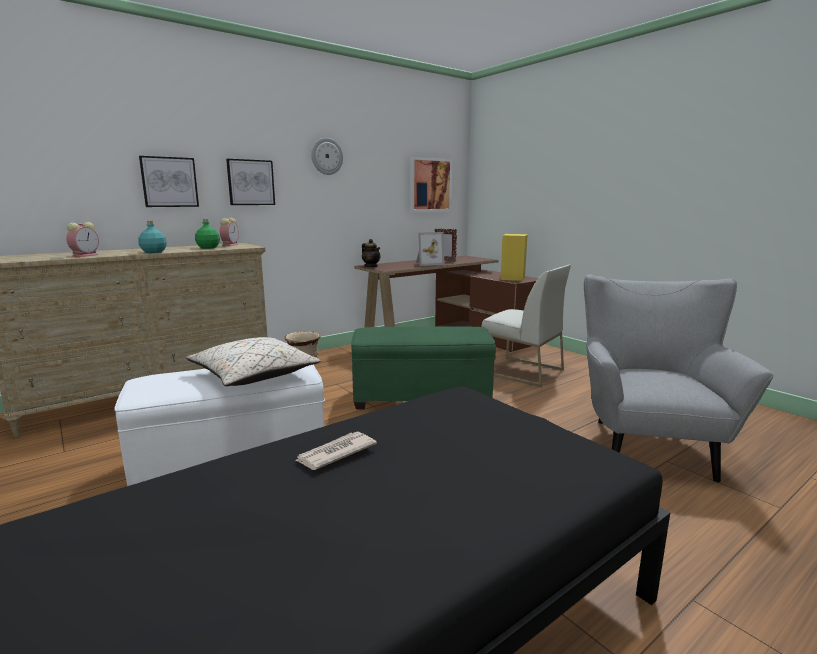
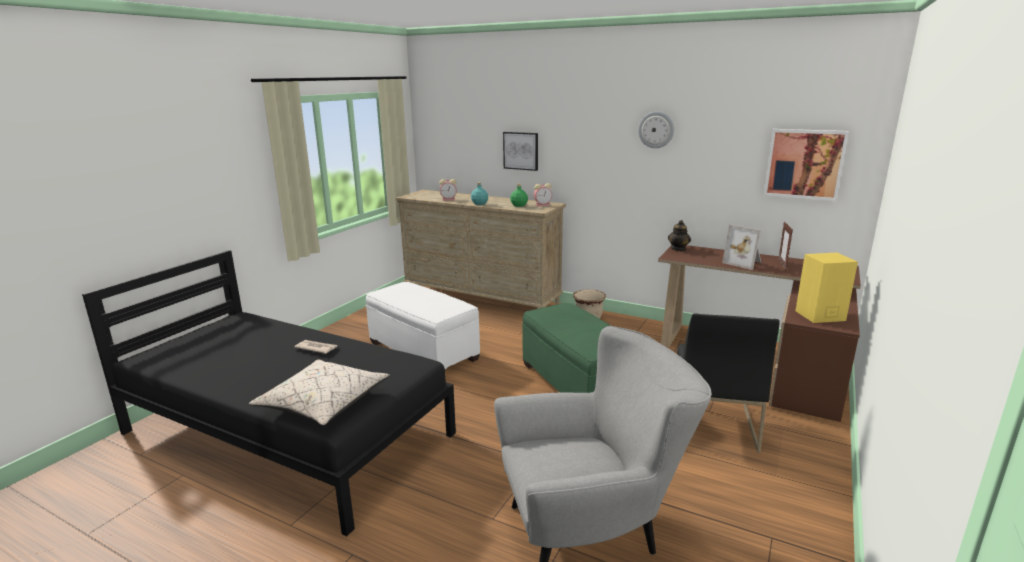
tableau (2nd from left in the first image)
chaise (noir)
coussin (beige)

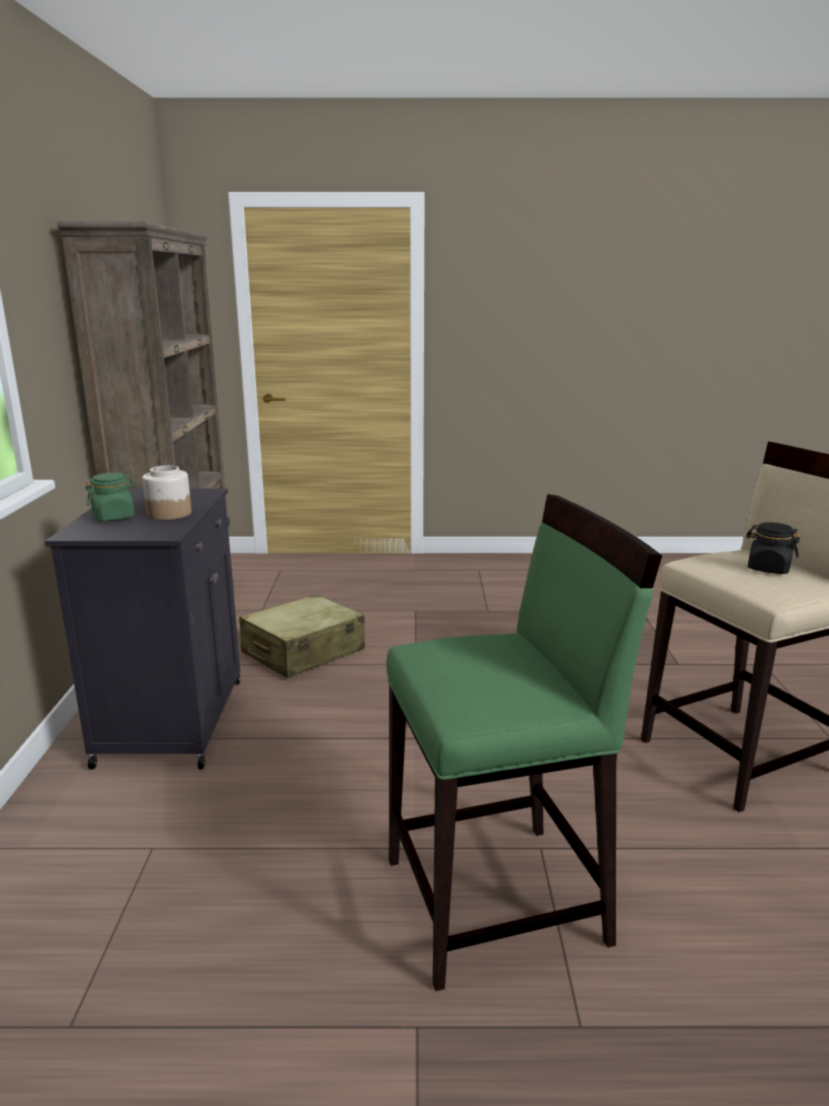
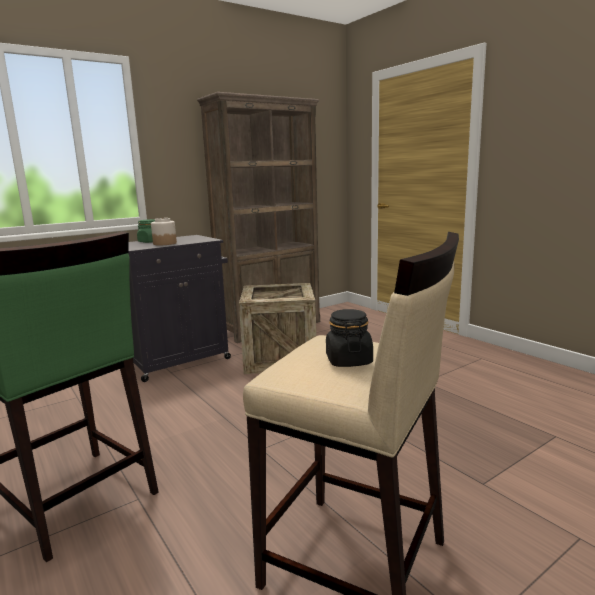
caisse

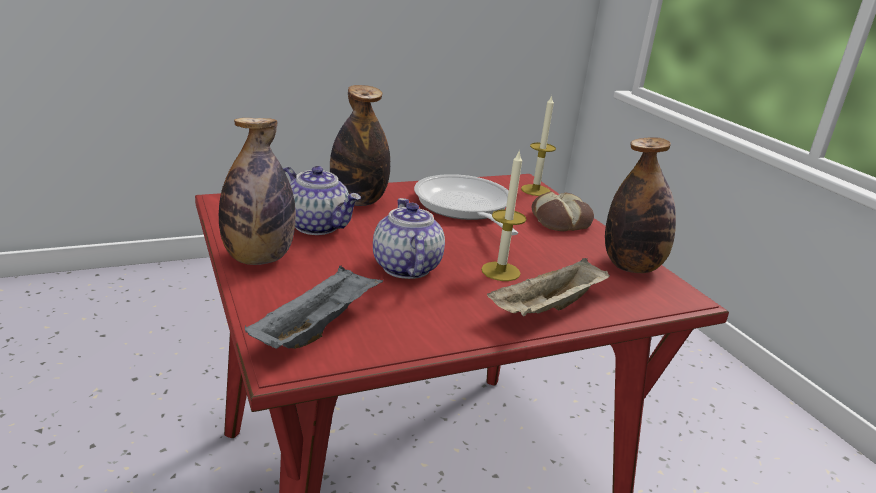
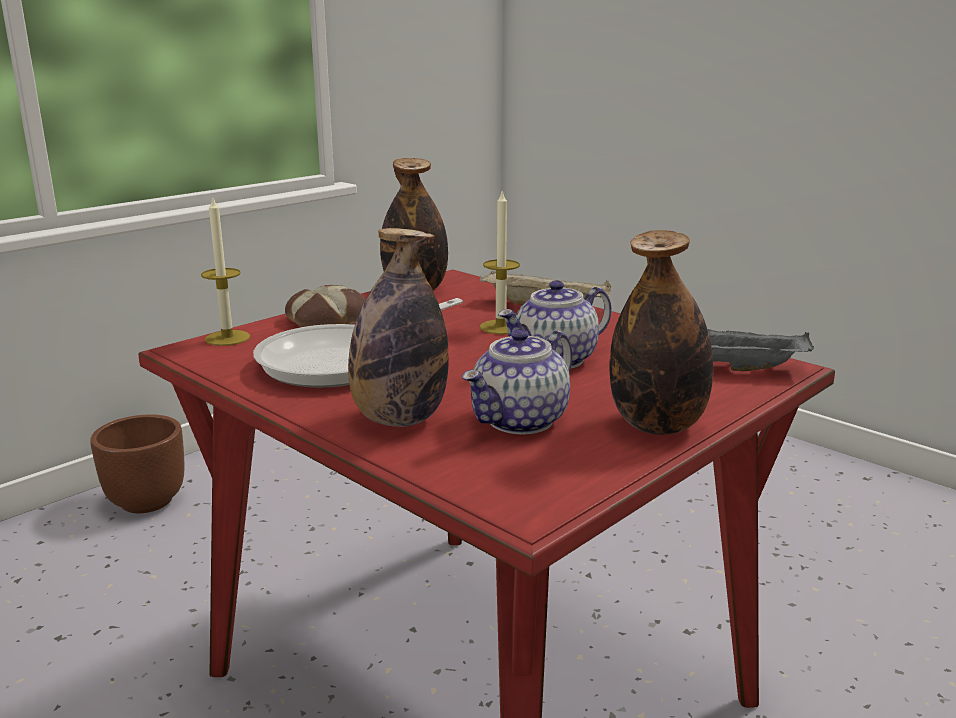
théière (1st from left)
cache-pot (marron)

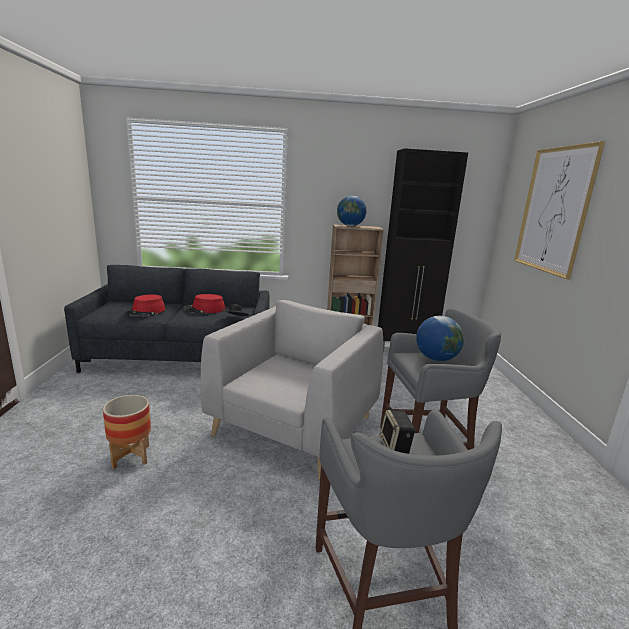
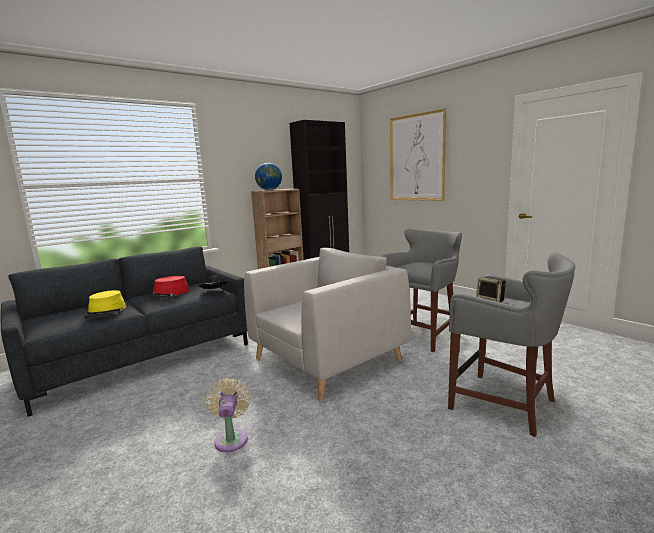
chapeau (jaune)
fauteuil (gris)
globe (2nd from left in the first image)
ventilateur (beige)

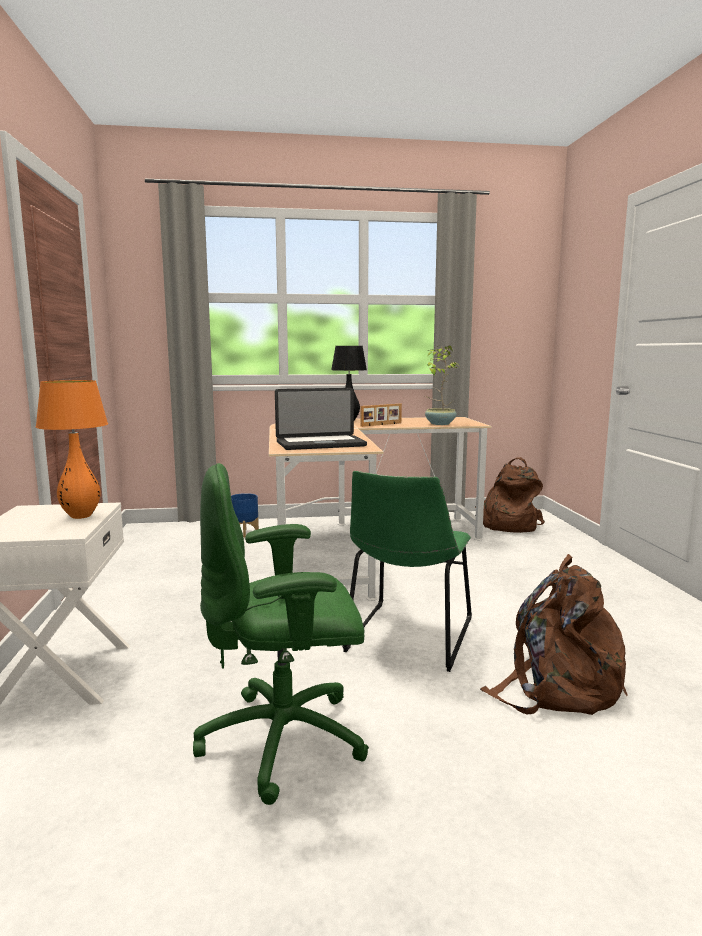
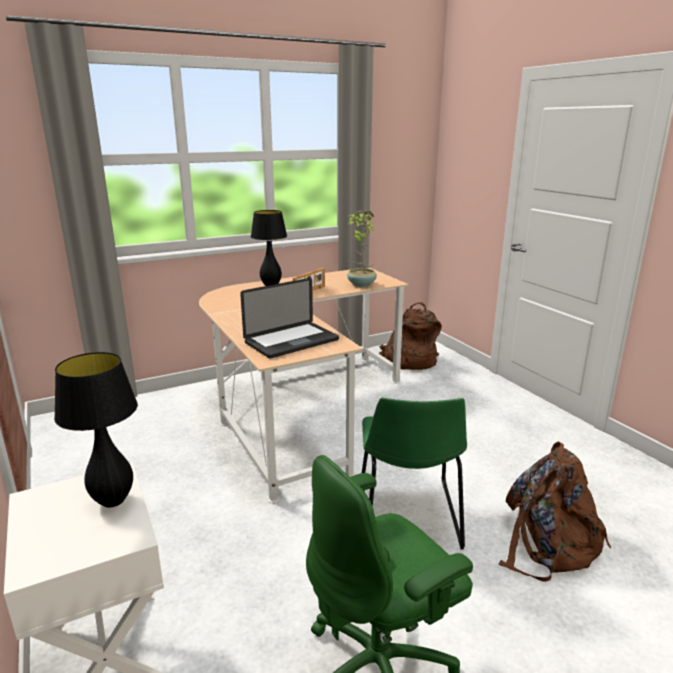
lampe de table (noir) (1st from left)
cache-pot (bleu)

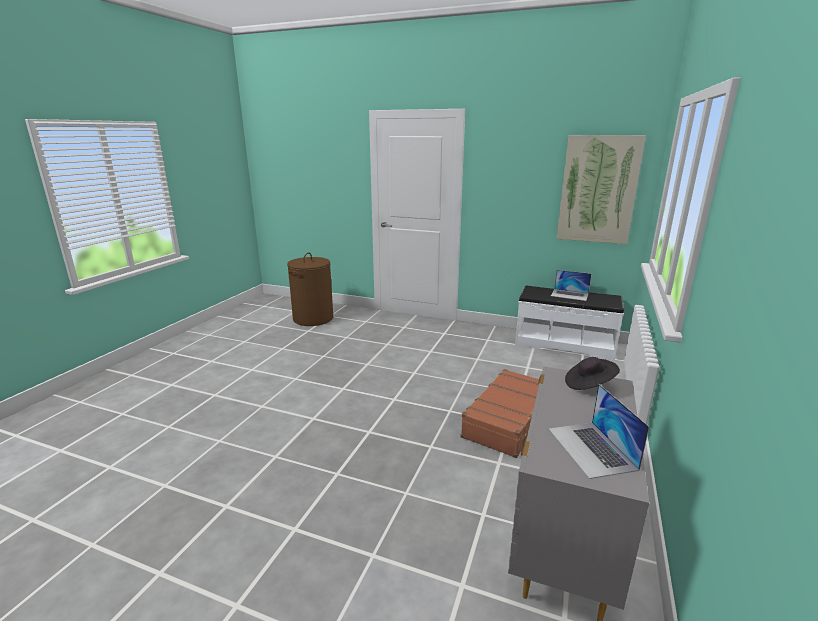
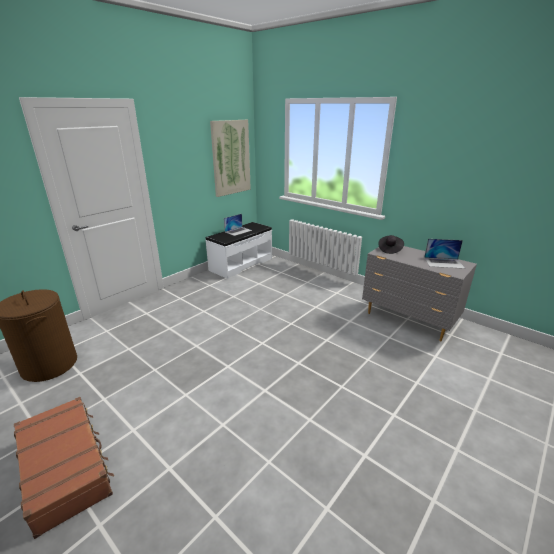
valise (marron)

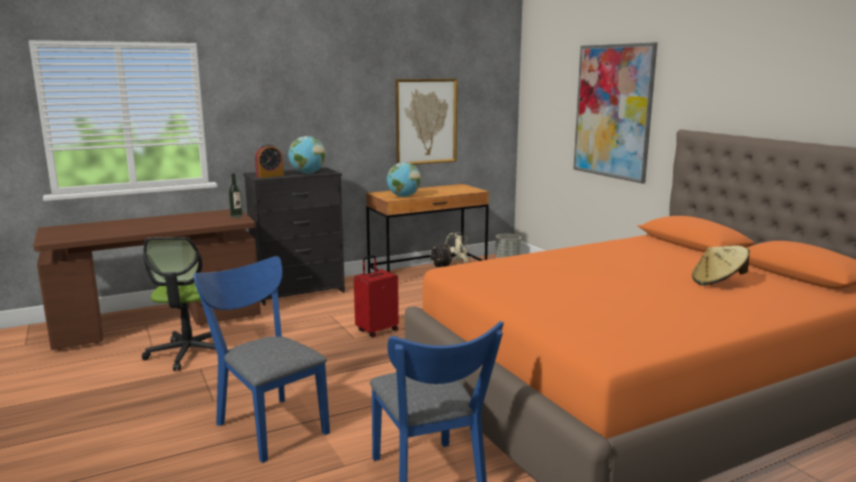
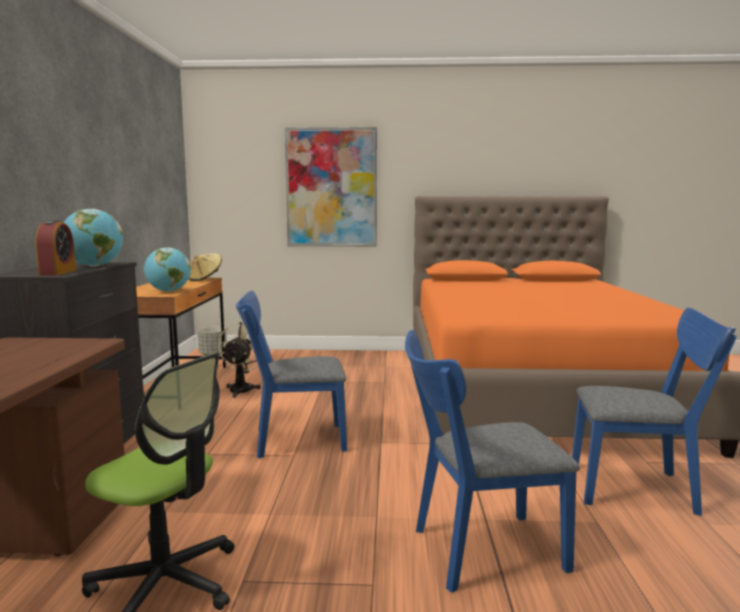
tableau (1st from left in the first image)
bouteille
chapeau (beige)
chaise (bleu) (1st from left)

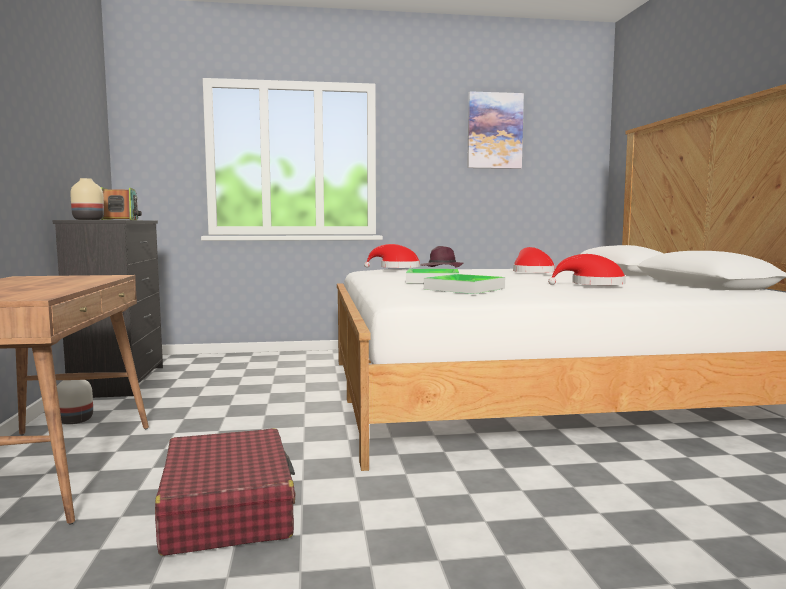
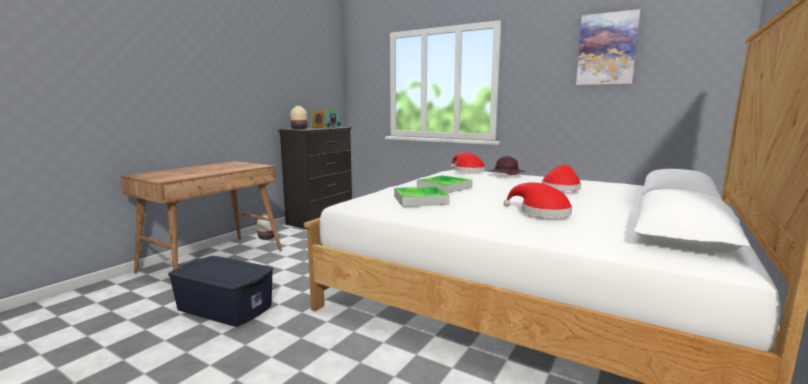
boîte de rangement (bleu)

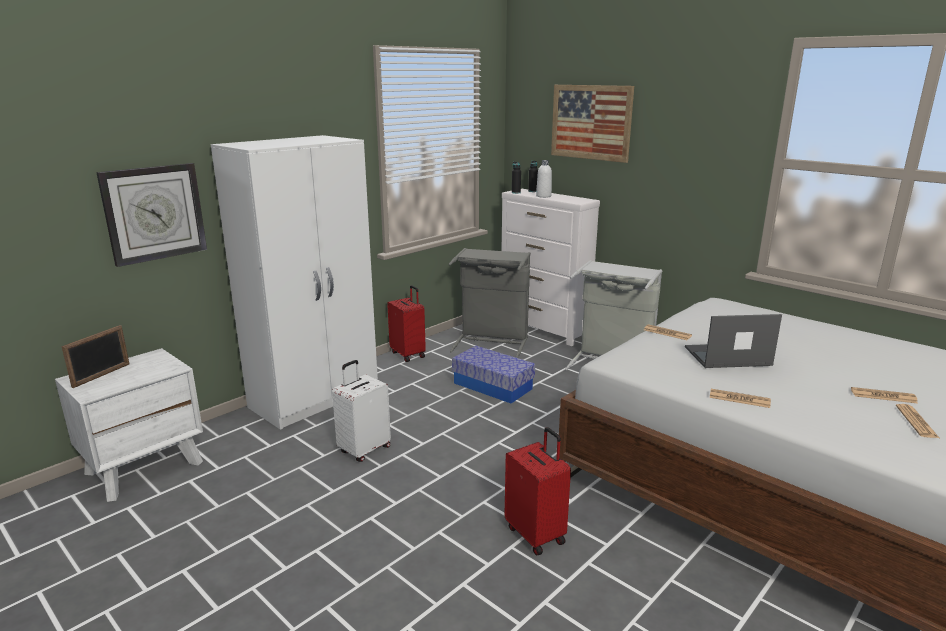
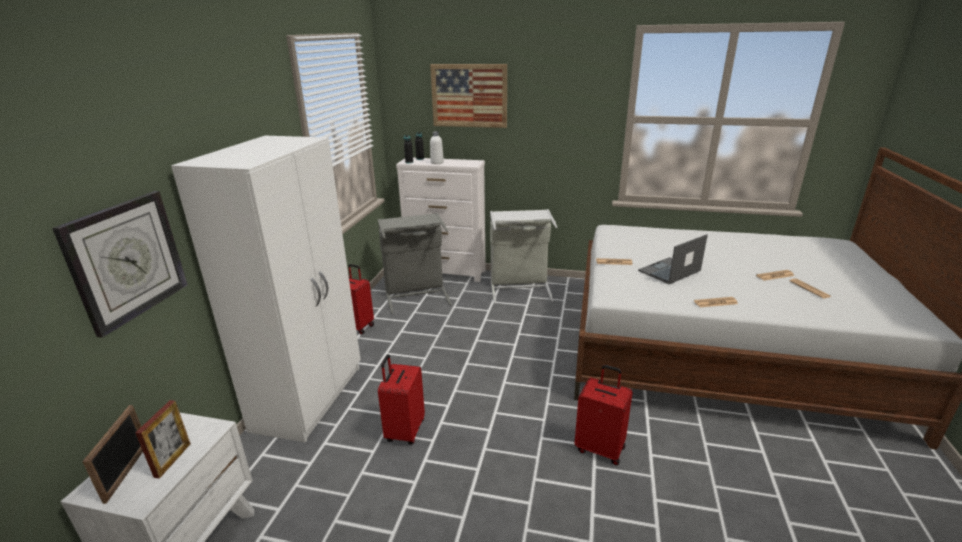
boîte de rangement
valise (rouge) (2nd from left)
cadre photo (2nd from left)

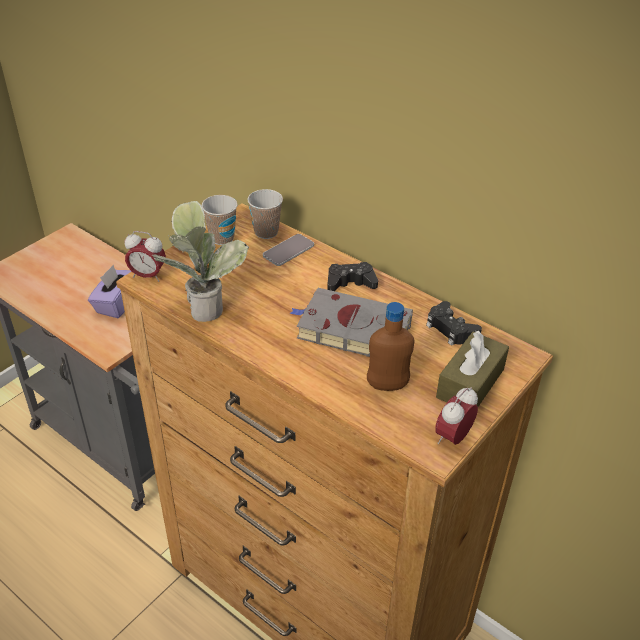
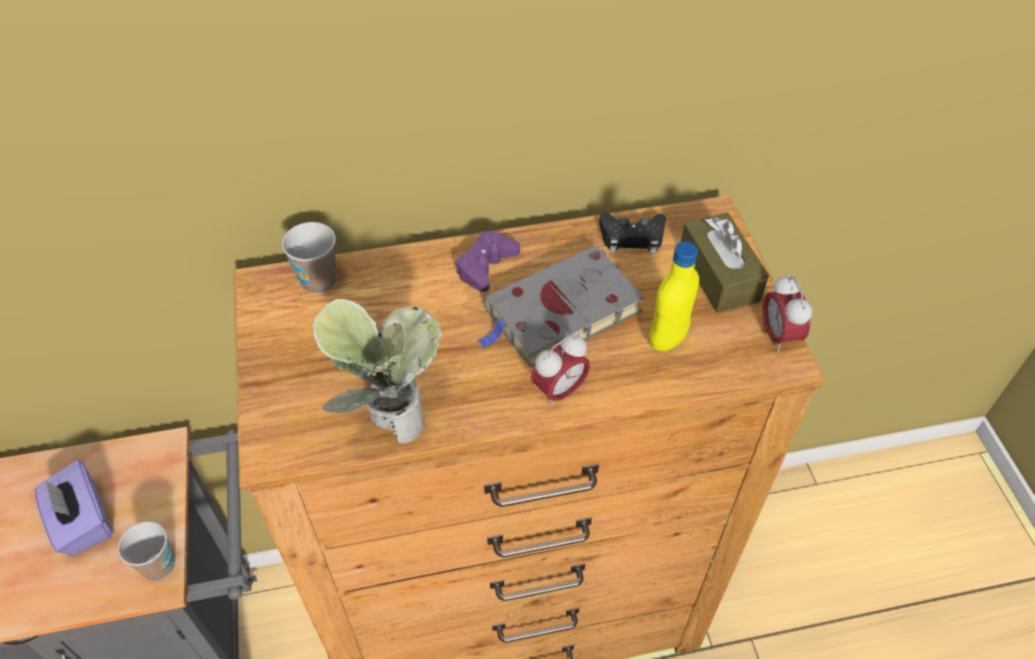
tasse (1st from left)
réveil (1st from left)
téléphone
manette (violet)
bouteille (jaune)

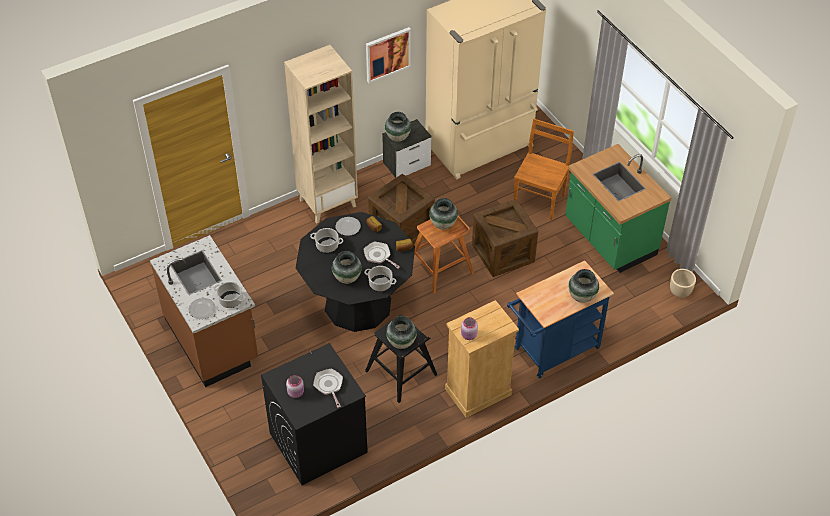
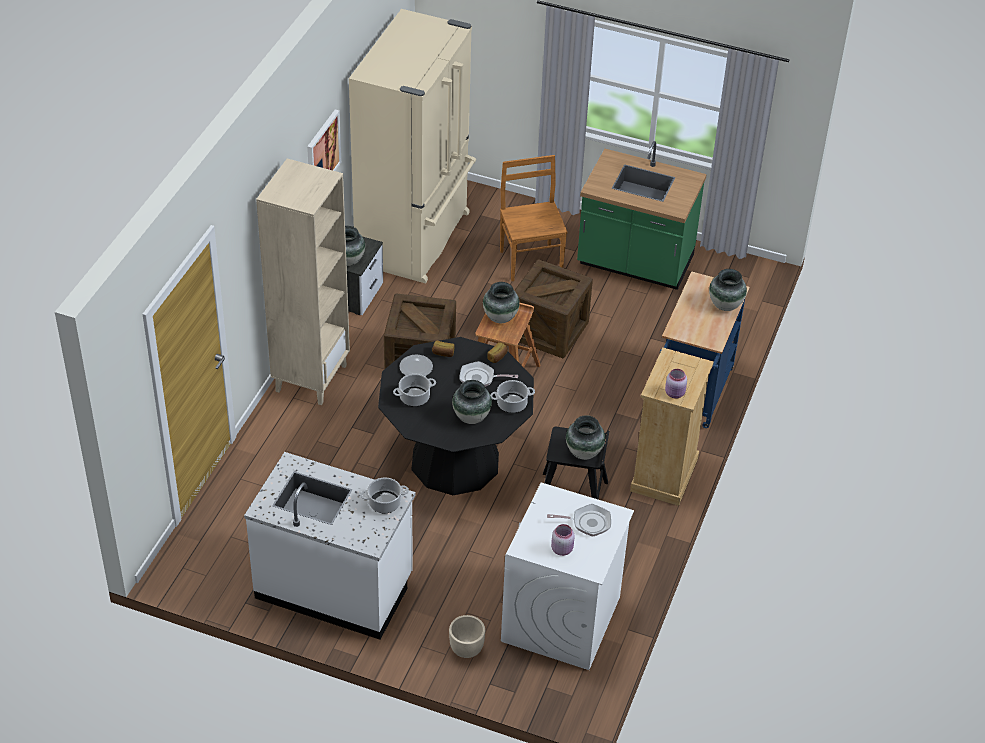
comptoir de cuisine (blanc)
cache-pot (beige)
assiette (1st from left in the first image)
lave-linge (blanc)
poêle (2nd from left)

